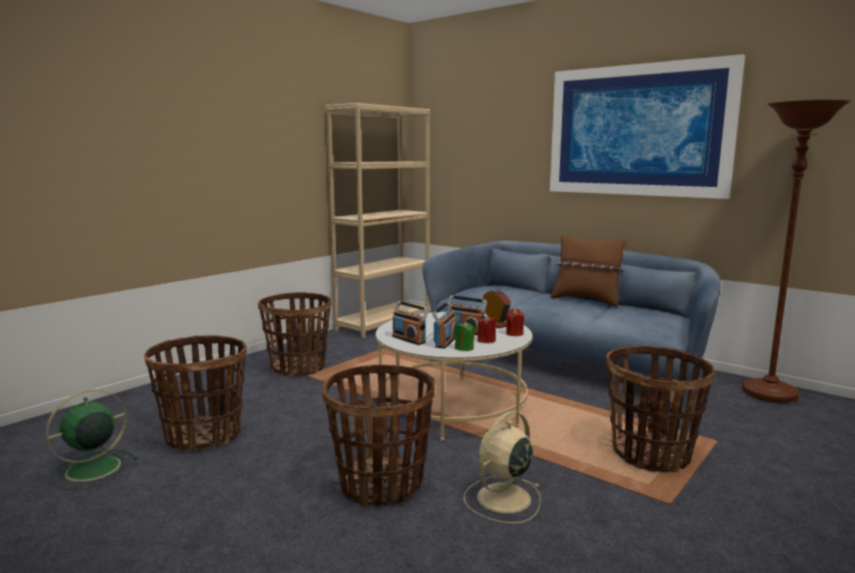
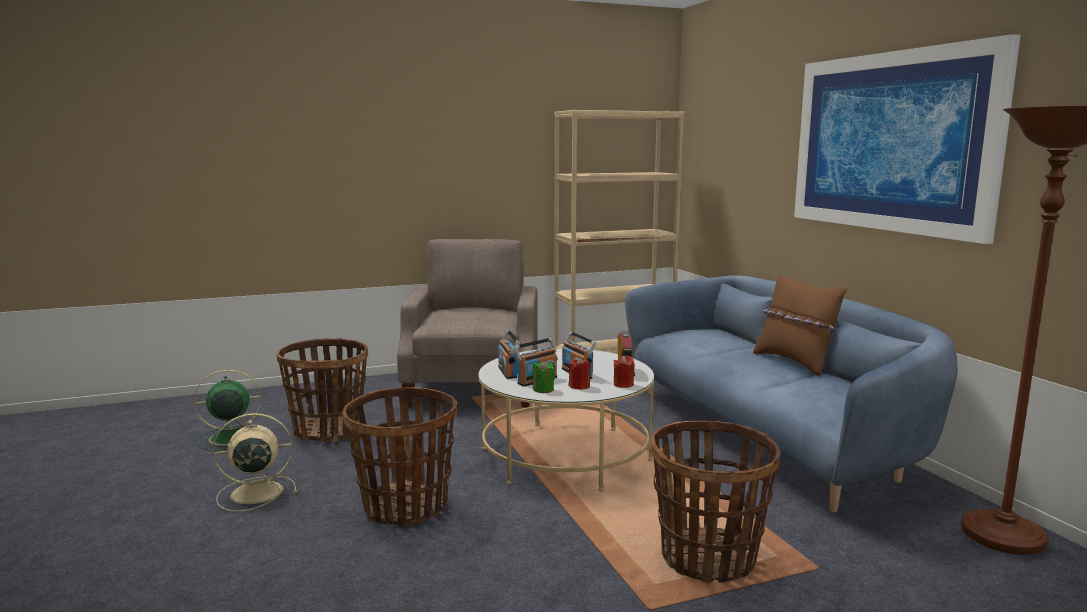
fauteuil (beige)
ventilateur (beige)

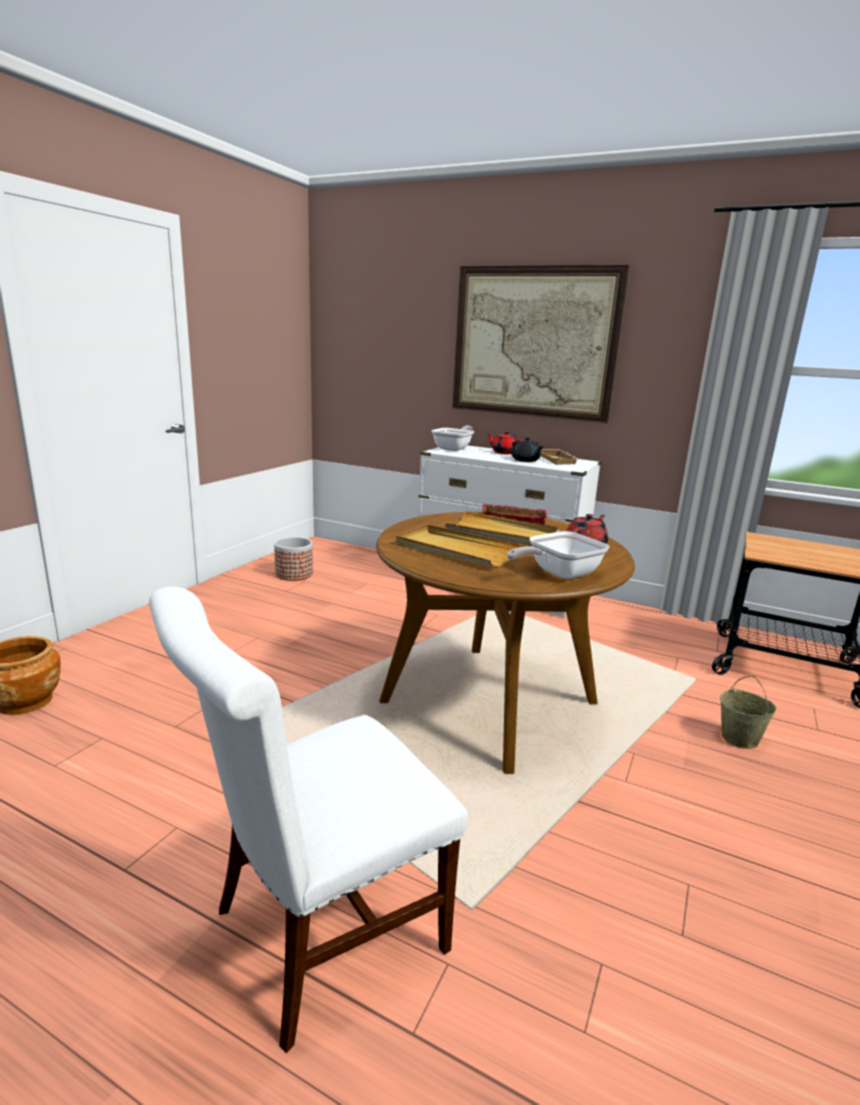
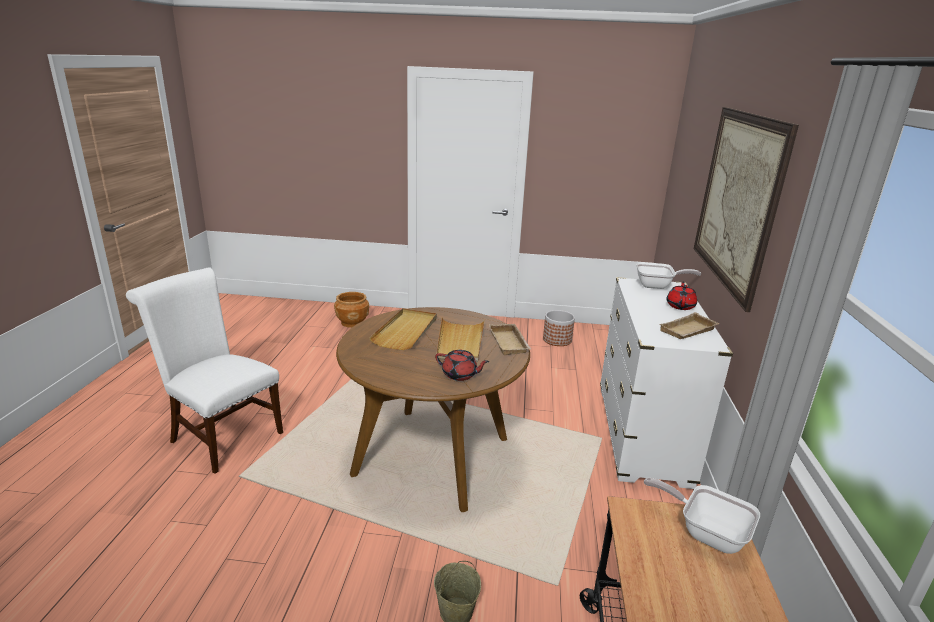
théière (noir)
plateau (beige) (3rd from left)
poêle (2nd from left)

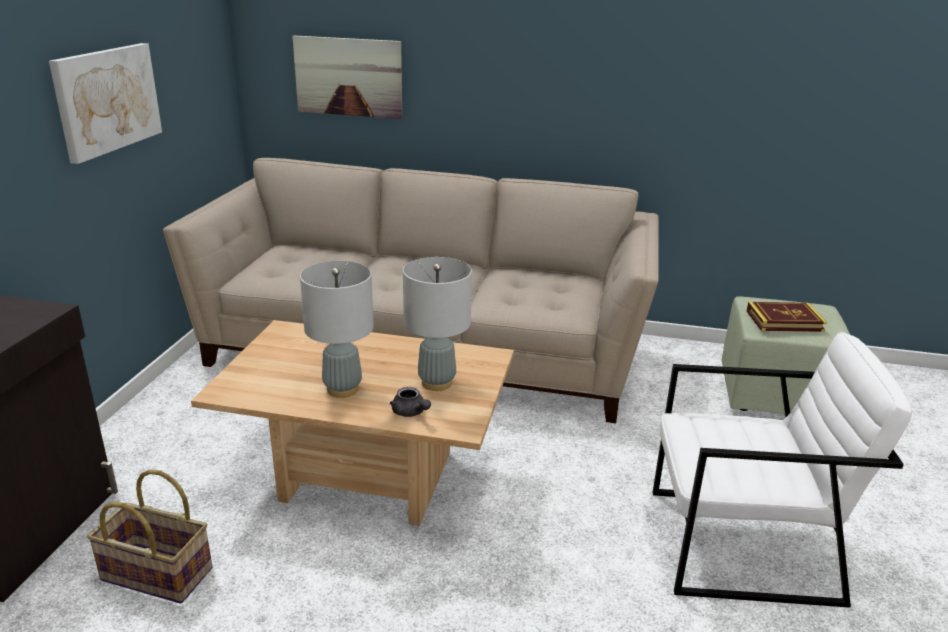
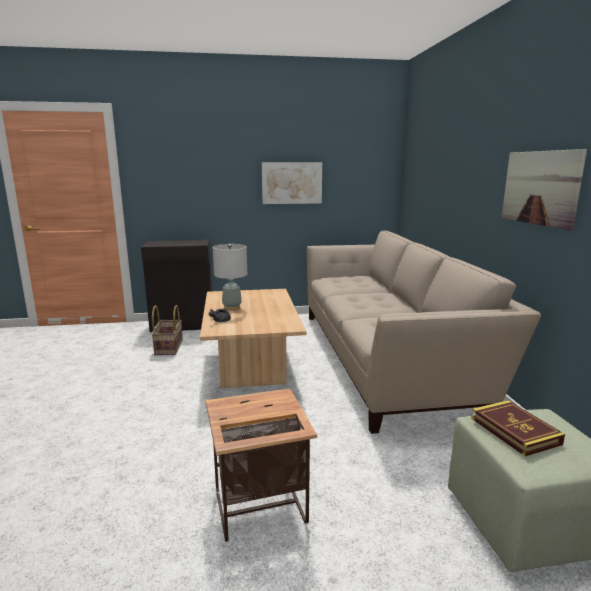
tableau (2nd from left)
lampe de table (gris) (2nd from left in the first image)
table d'appoint

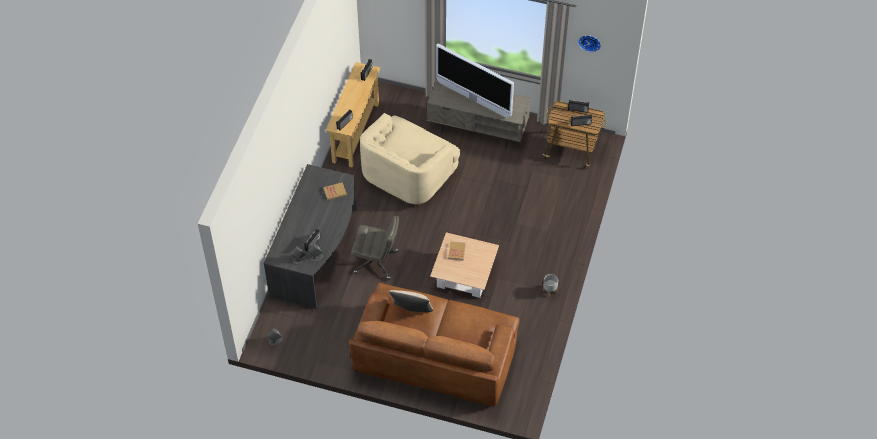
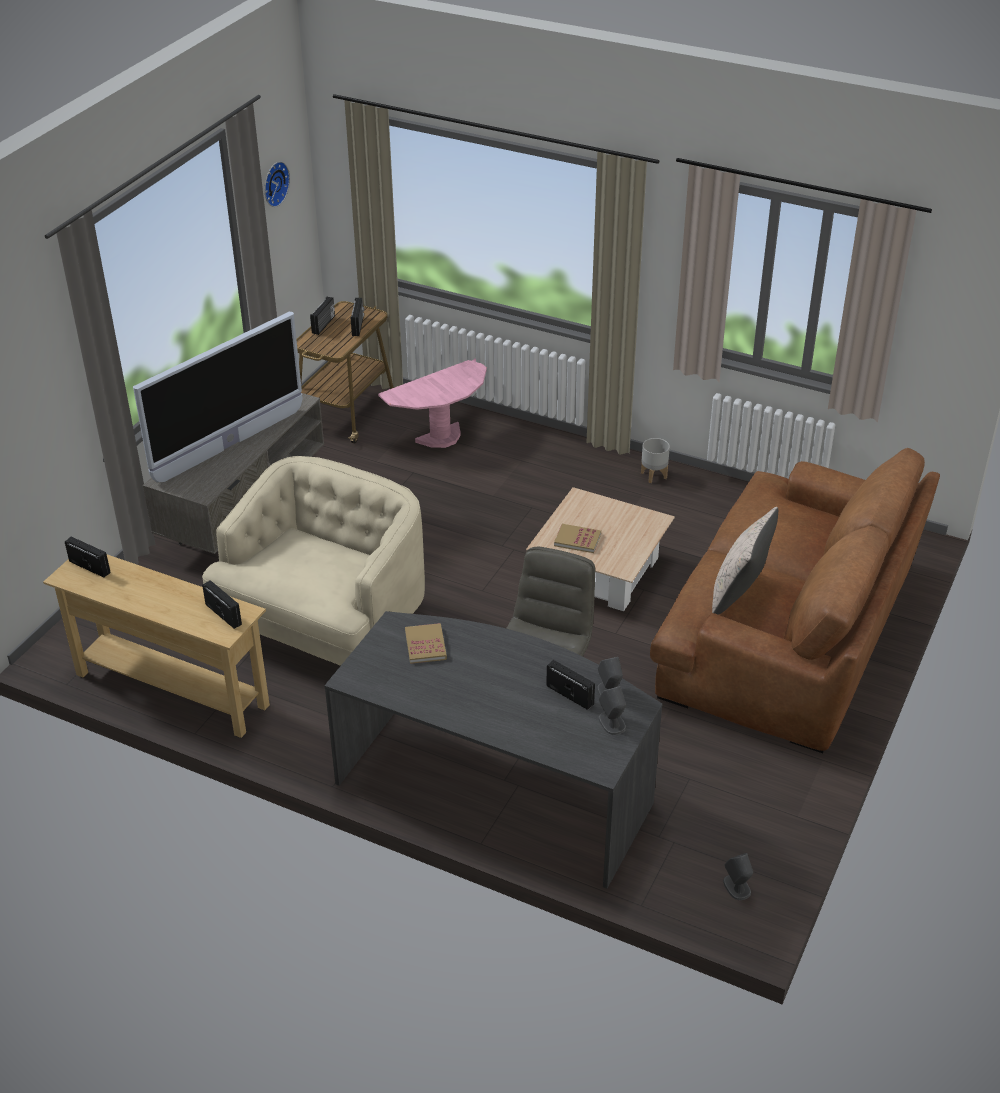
fauteuil (beige)
table d'appoint (rose)

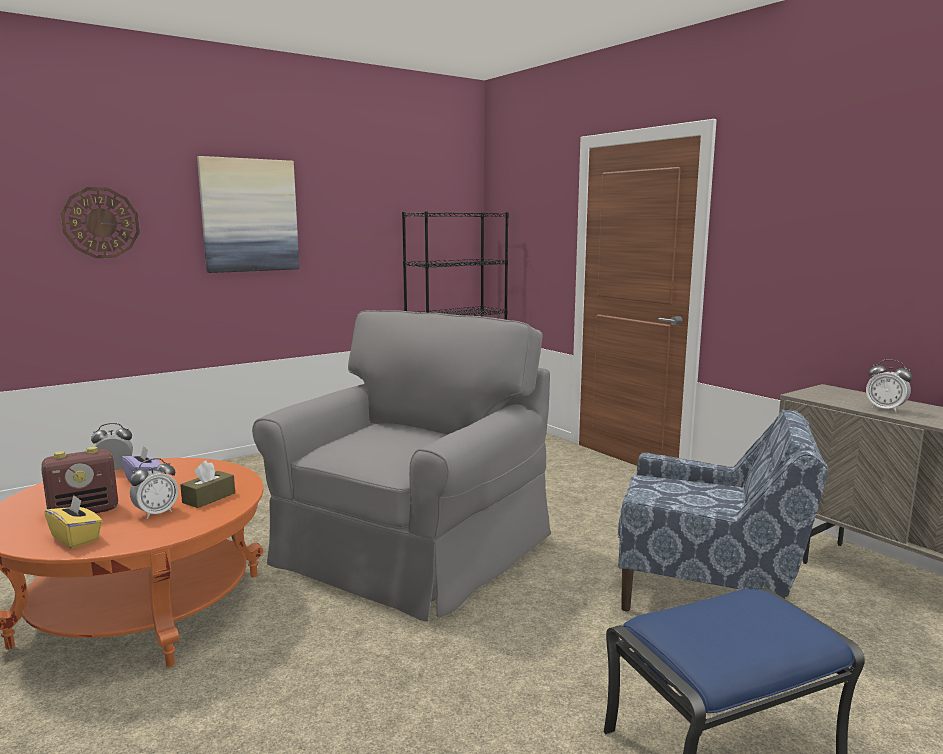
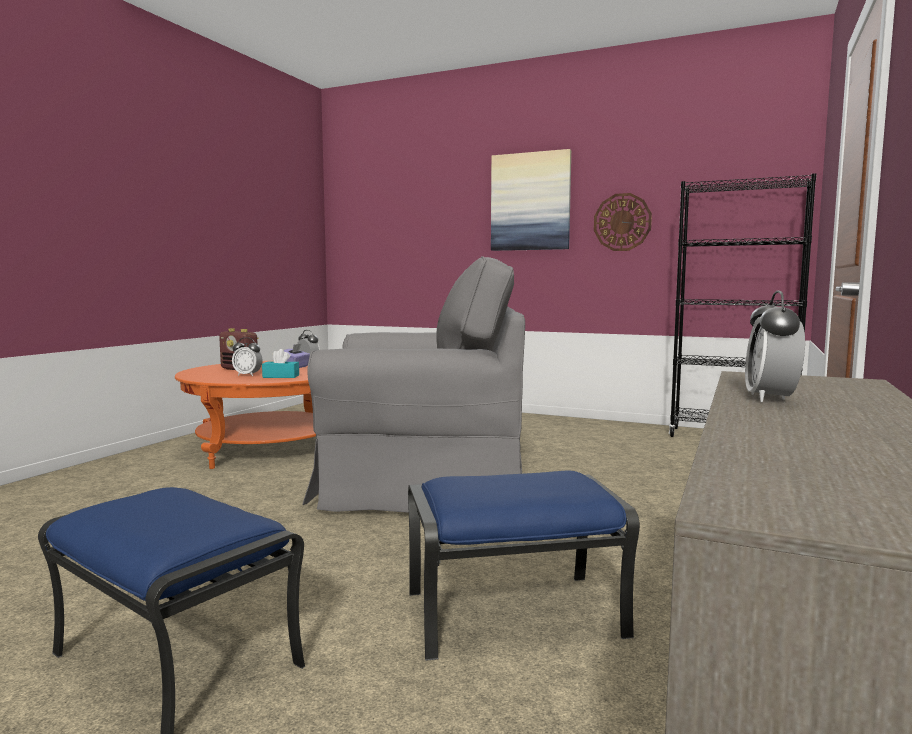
horloge murale
pouf (bleu) (2nd from left)
boîte à mouchoirs (turquoise)
boîte à mouchoirs (jaune)

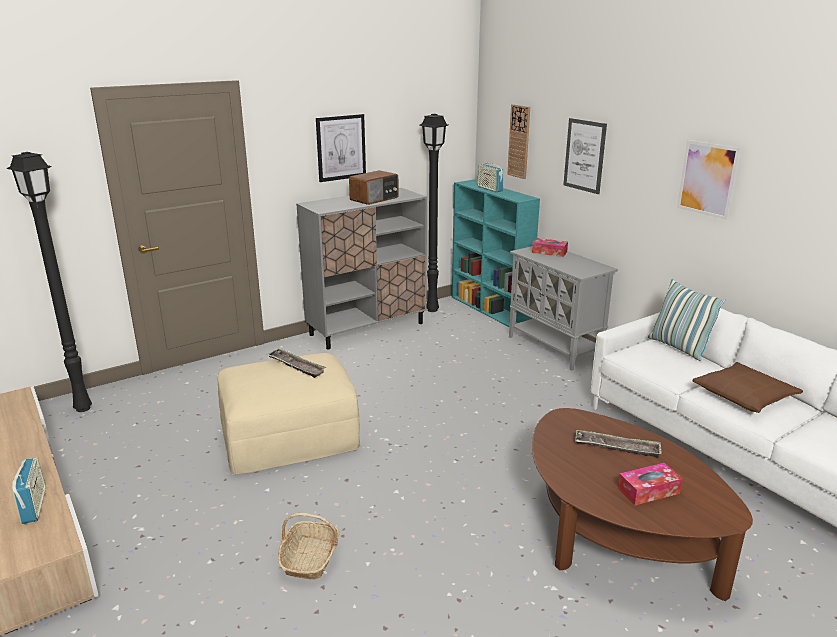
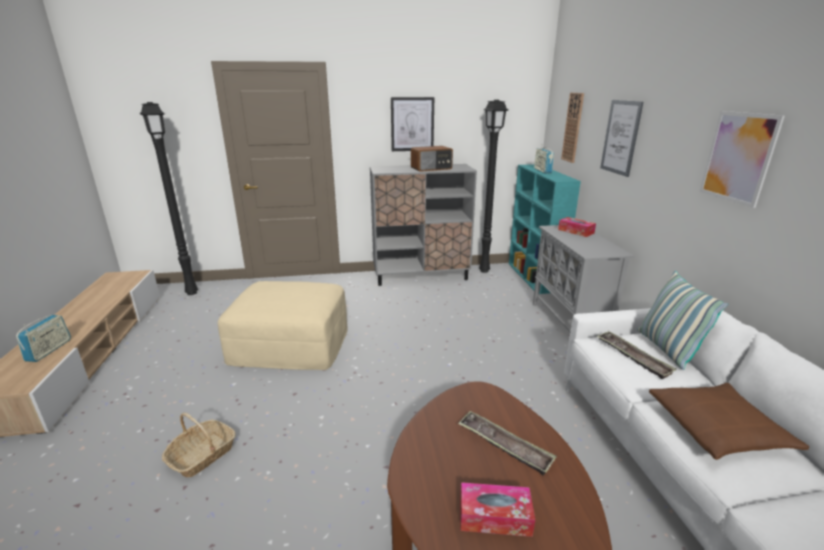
plateau (2nd from left)

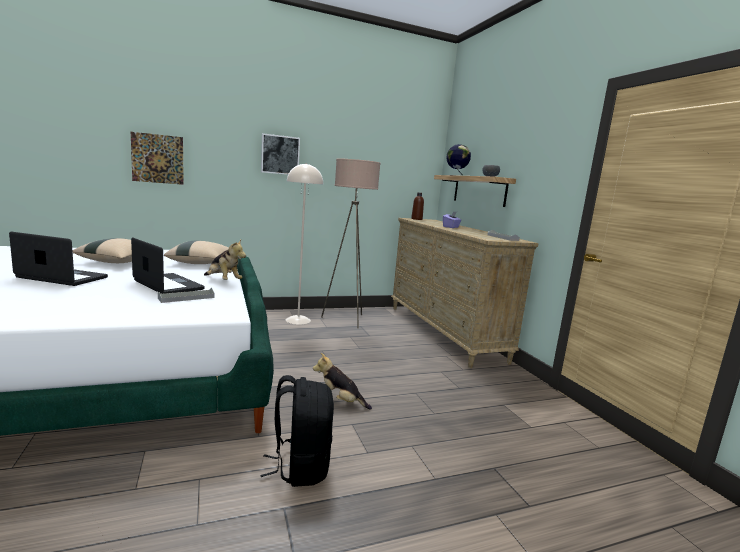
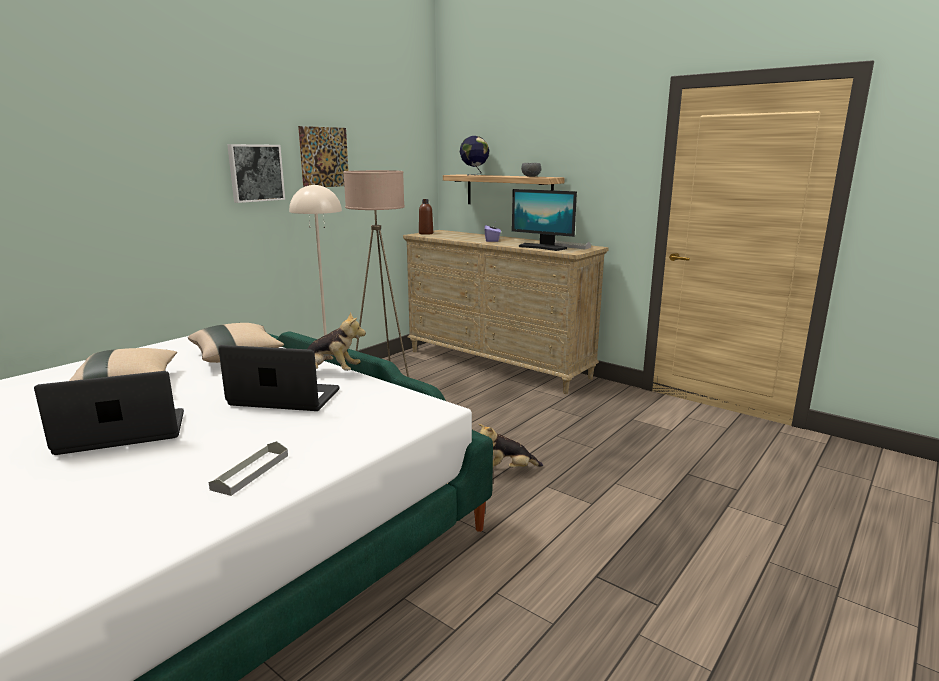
tableau (2nd from left)
plateau (gris) (1st from left)
sac à dos (noir)
écran d'ordinateur

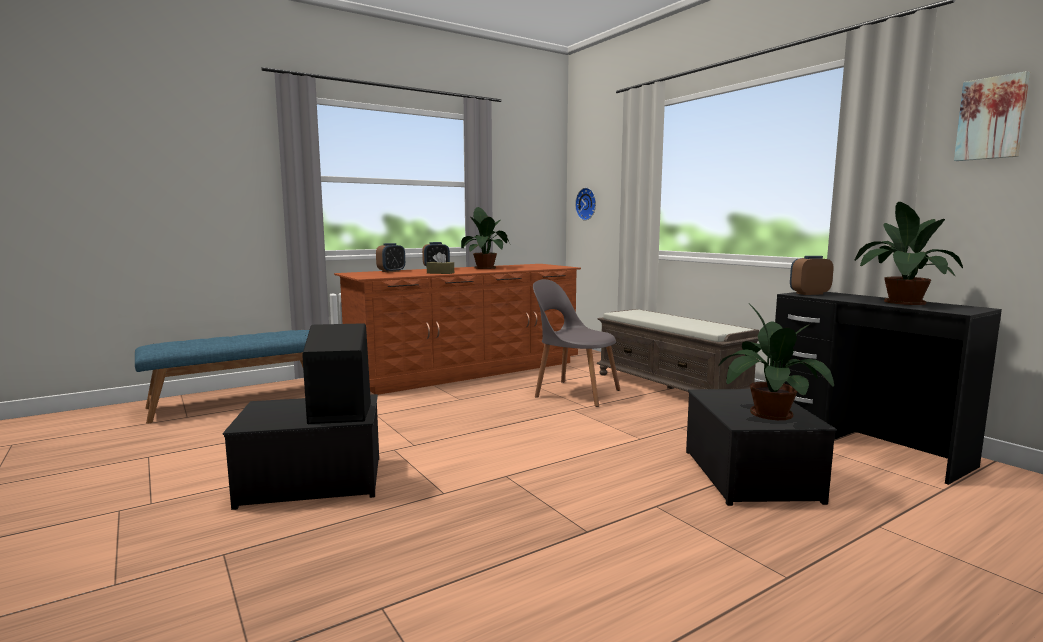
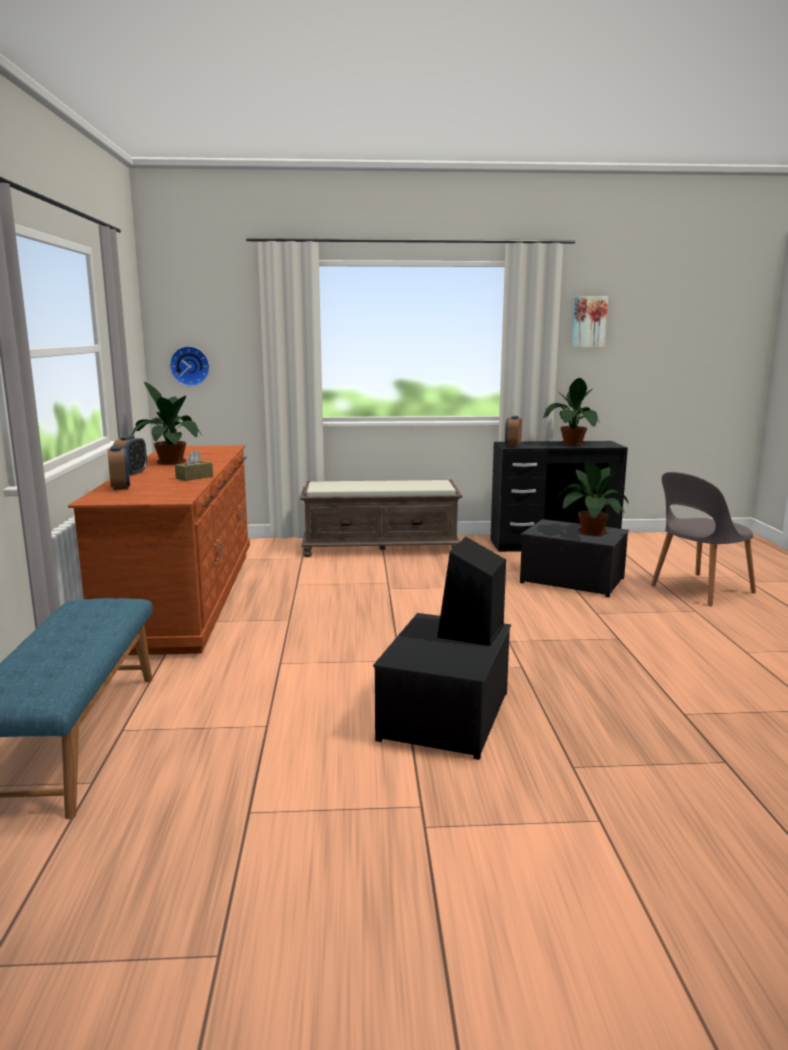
chaise (gris)

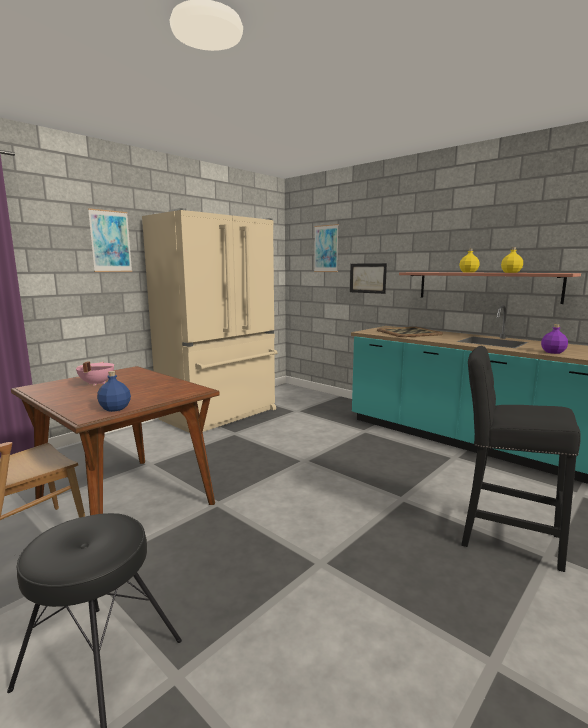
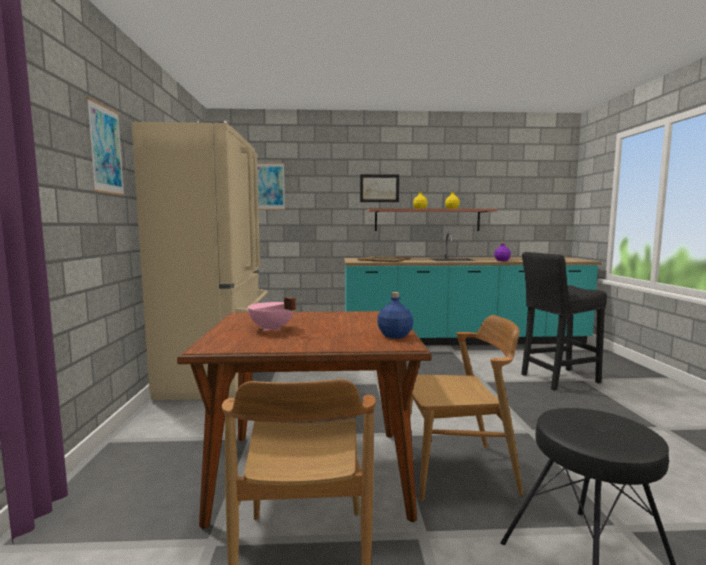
tableau (3rd from left)
chaise (marron) (2nd from left)

